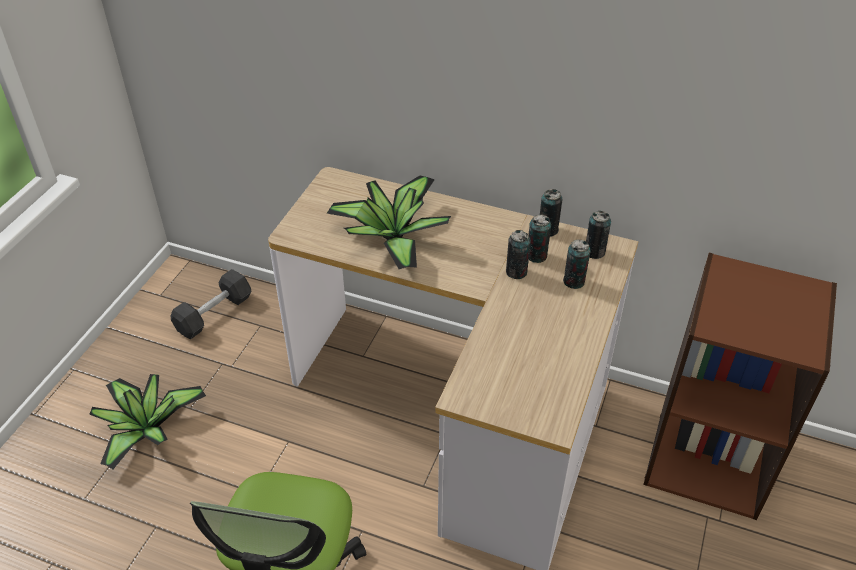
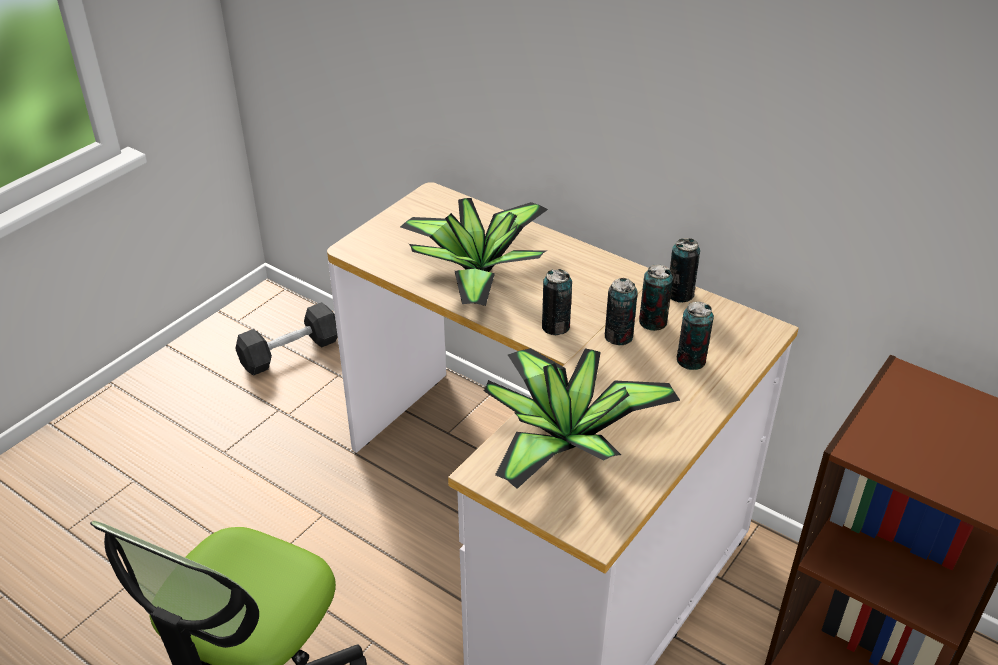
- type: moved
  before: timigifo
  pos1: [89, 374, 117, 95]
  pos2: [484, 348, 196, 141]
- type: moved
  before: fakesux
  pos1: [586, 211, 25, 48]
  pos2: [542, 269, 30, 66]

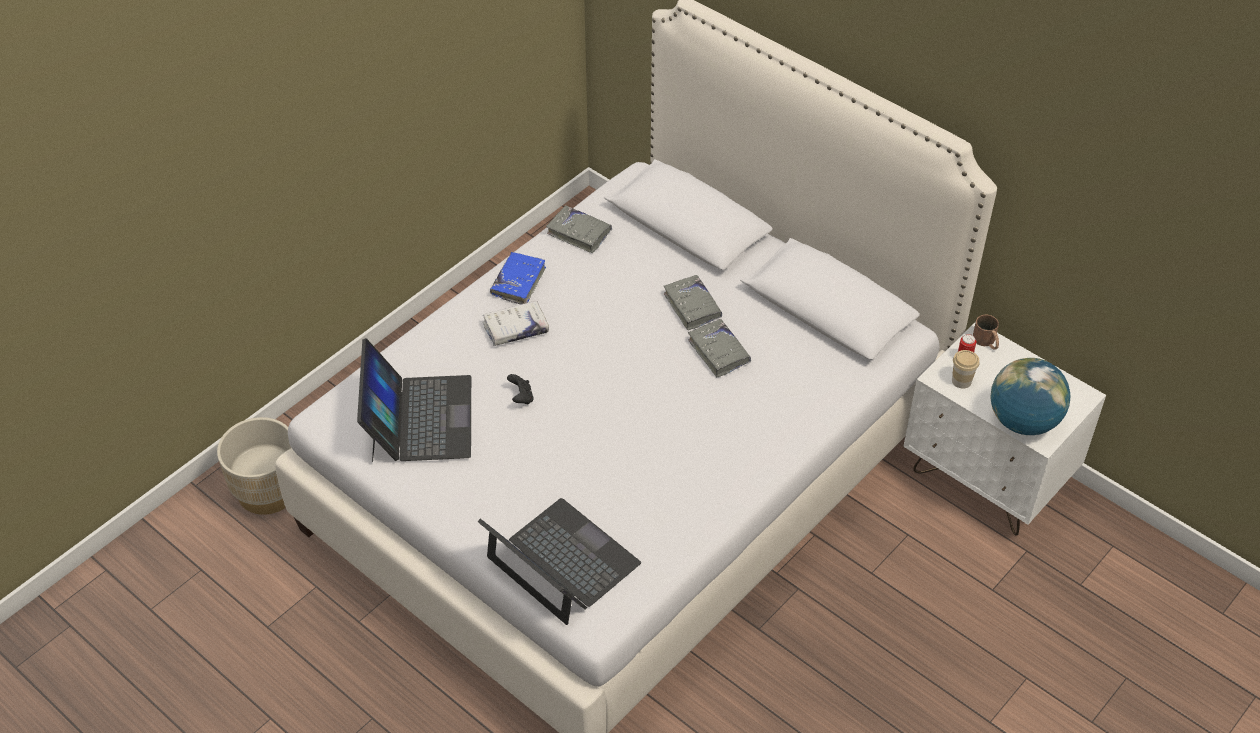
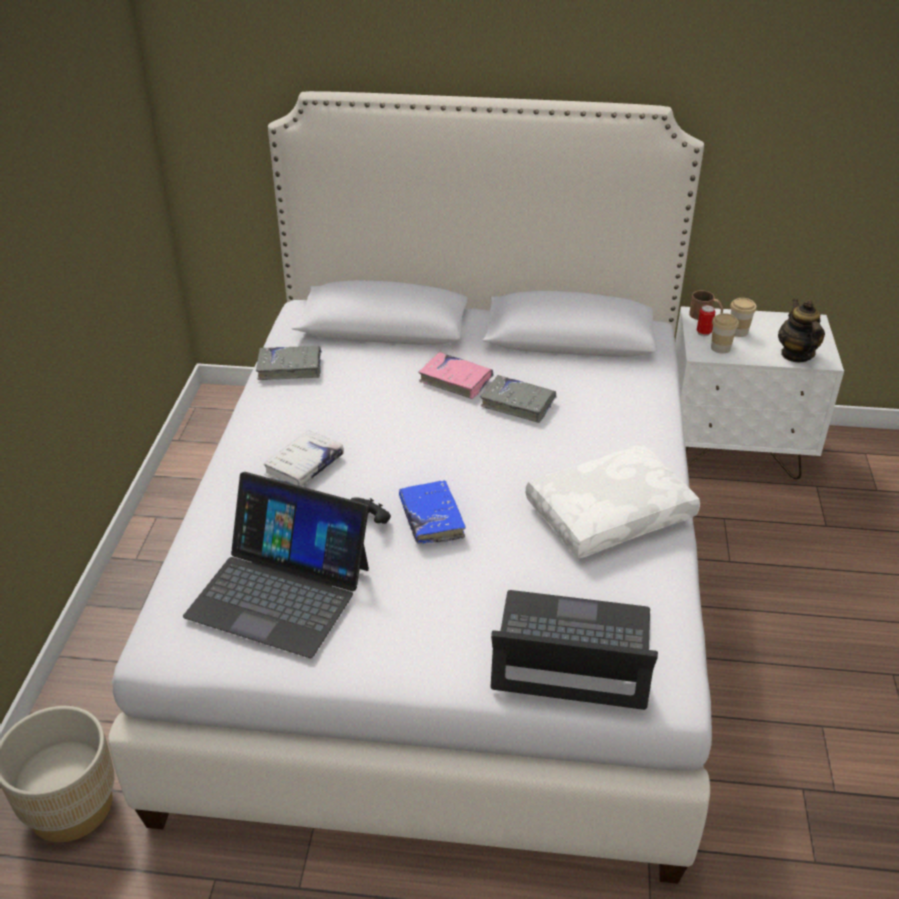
- type: turned
  before: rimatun
  pos1: [357, 338, 114, 124]
  pos2: [183, 472, 186, 186]
  turn: 150
- type: moved
  before: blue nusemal
  pos1: [490, 252, 56, 53]
  pos2: [399, 480, 66, 64]
- type: recoloured
  before: grey nusemal
  after: pink nusemal
  pos1: [664, 275, 58, 55]
  pos2: [418, 352, 75, 47]
- type: replaced
  before: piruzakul
  after: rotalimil
  pos1: [990, 358, 80, 77]
  pos2: [778, 299, 47, 63]
- type: added
  after: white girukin
  pos2: [526, 444, 174, 114]
- type: added
  after: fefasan
  pos2: [730, 298, 26, 39]

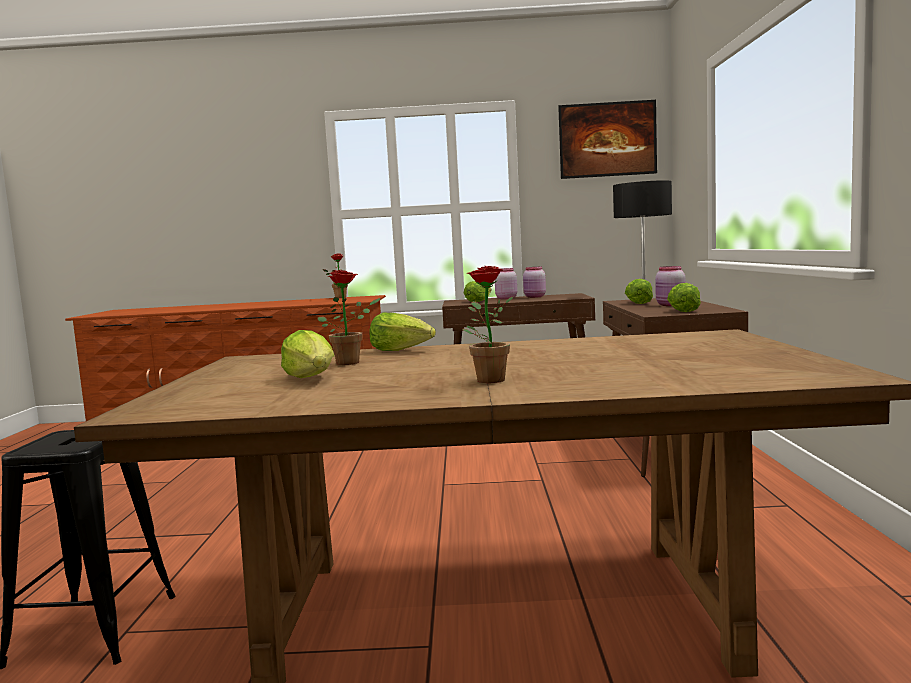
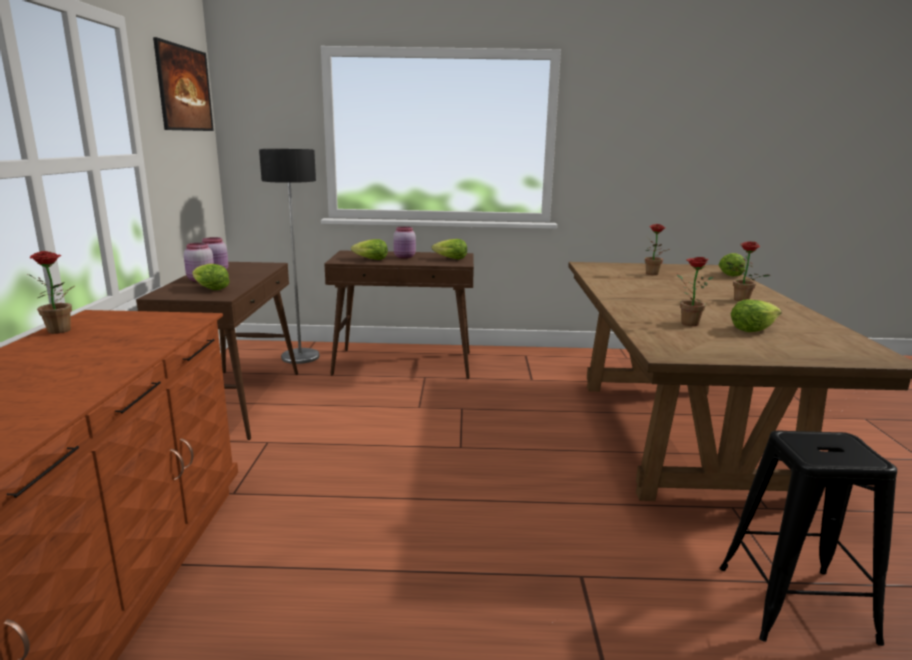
- type: moved
  before: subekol
  pos1: [370, 313, 66, 38]
  pos2: [718, 253, 28, 23]
- type: added
  after: timigifo
  pos2: [645, 224, 25, 51]

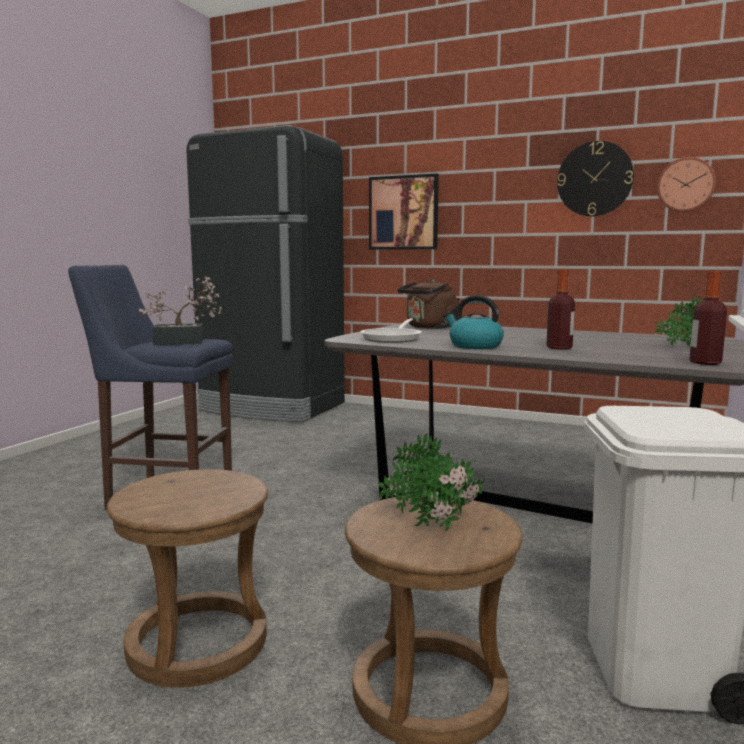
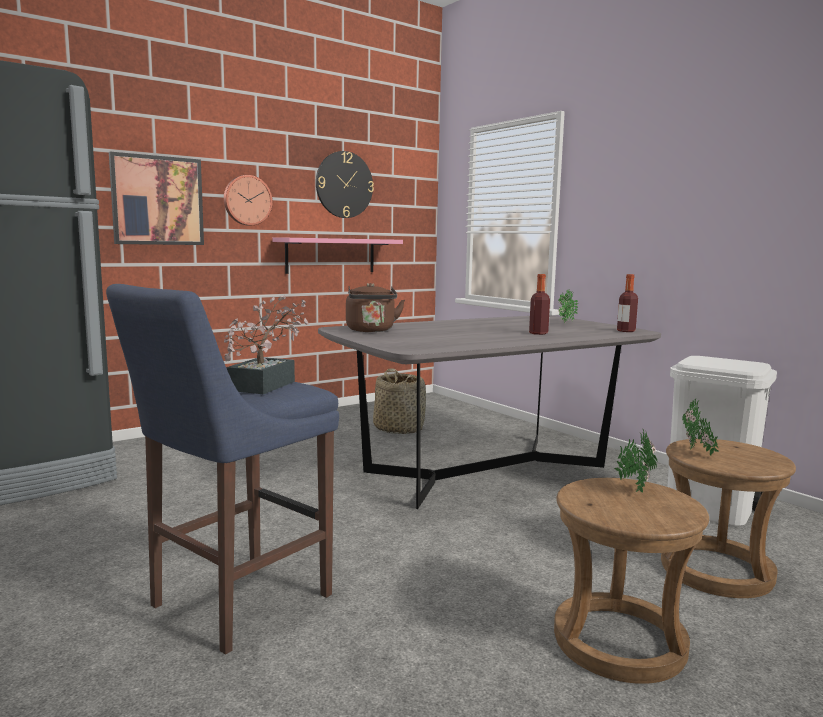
- type: removed
  before: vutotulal
  pos1: [360, 318, 62, 25]
- type: moved
  before: timigifo
  pos1: [409, 451, 76, 80]
  pos2: [614, 429, 43, 64]
- type: removed
  before: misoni
  pos1: [444, 295, 60, 54]
- type: moved
  before: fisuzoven
  pos1: [657, 157, 59, 55]
  pos2: [224, 175, 49, 51]
- type: added
  after: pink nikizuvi
  pos2: [272, 237, 131, 37]
- type: added
  after: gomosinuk
  pos2: [373, 368, 53, 66]

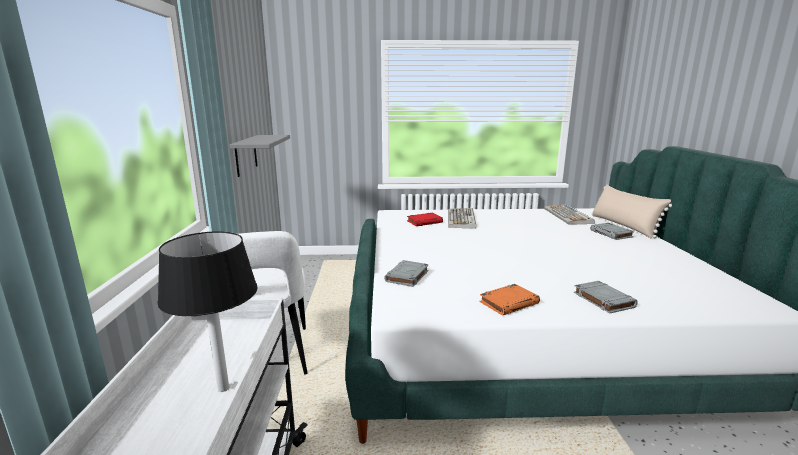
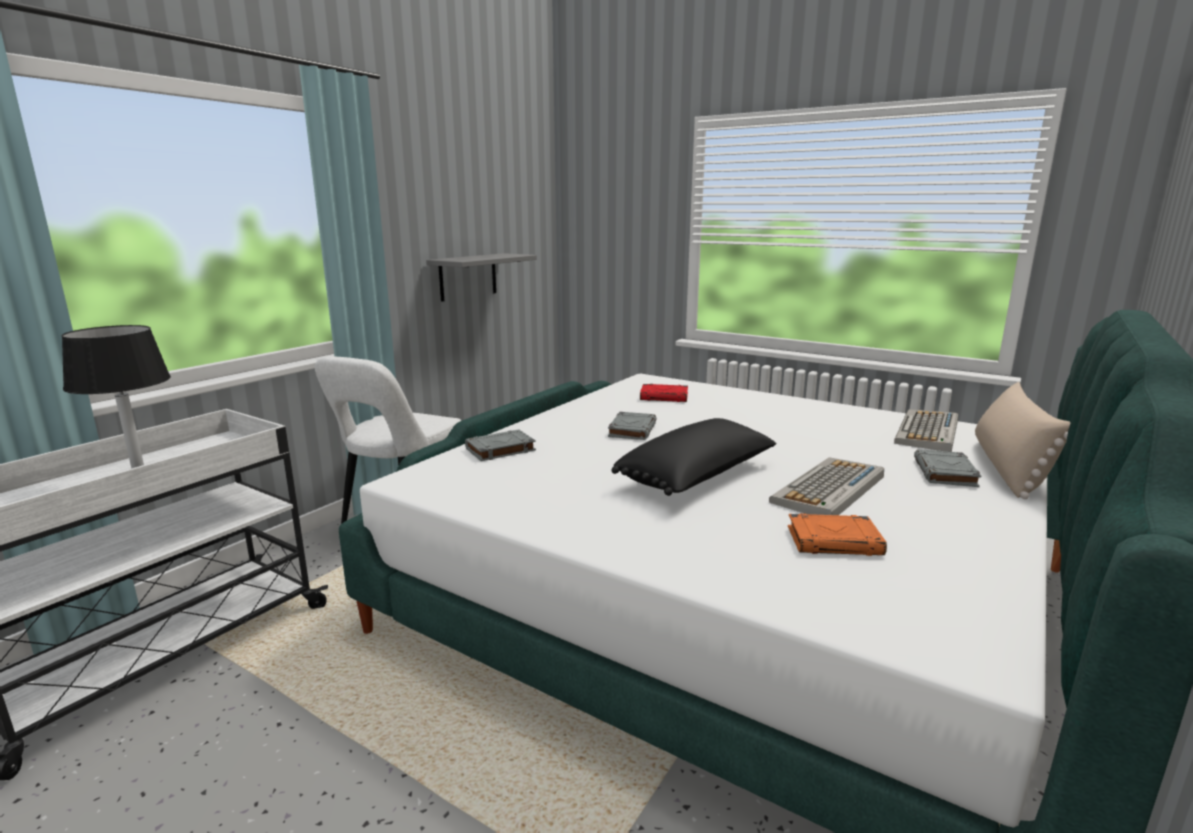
- type: moved
  before: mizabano
  pos1: [448, 208, 28, 21]
  pos2: [769, 457, 115, 58]
- type: moved
  before: orange nusemal
  pos1: [480, 284, 60, 32]
  pos2: [788, 513, 99, 43]
- type: moved
  before: grey nusemal
  pos1: [574, 281, 64, 32]
  pos2: [608, 412, 48, 28]
- type: added
  after: black girukin
  pos2: [611, 418, 166, 78]

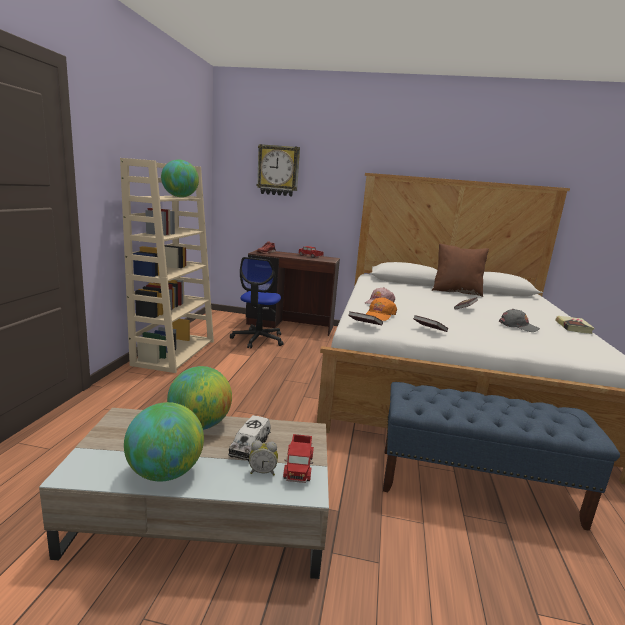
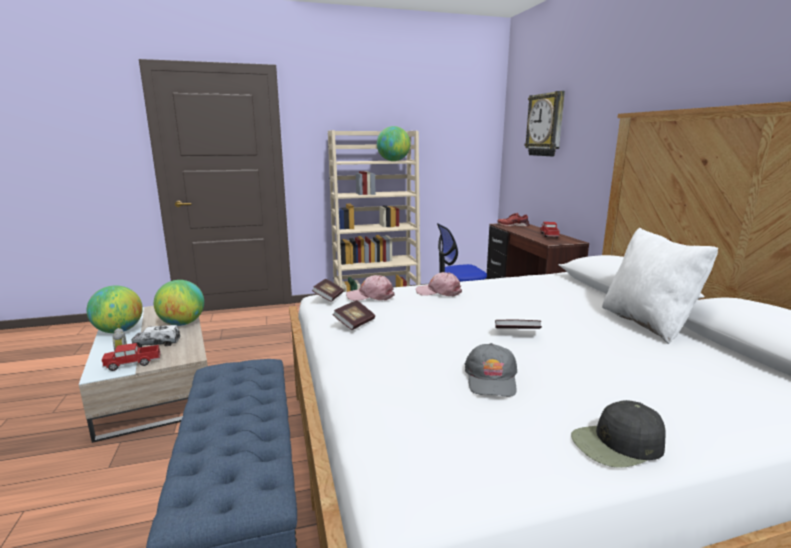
- type: recoloured
  before: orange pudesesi
  after: pink pudesesi
  pos1: [366, 297, 31, 24]
  pos2: [346, 275, 49, 26]
- type: recoloured
  before: brown girukin
  after: white girukin
  pos1: [432, 243, 57, 54]
  pos2: [602, 228, 116, 116]
- type: replaced
  before: nusemal
  after: black pudesesi
  pos1: [555, 316, 40, 18]
  pos2: [571, 400, 95, 68]

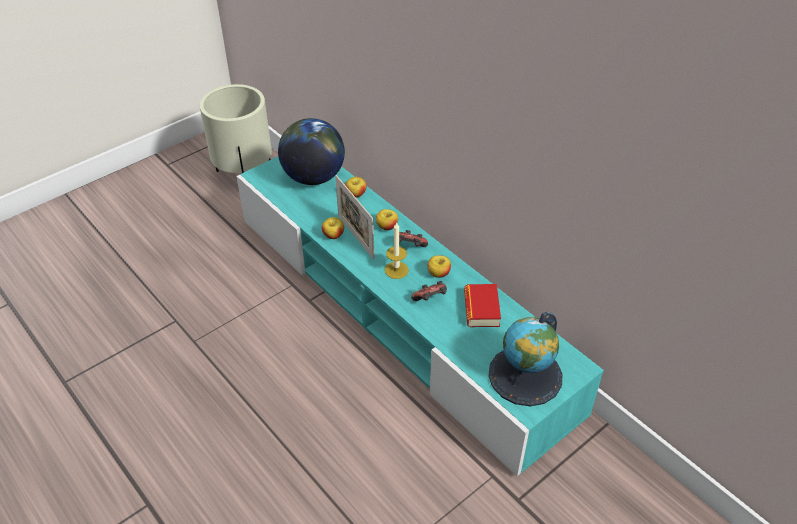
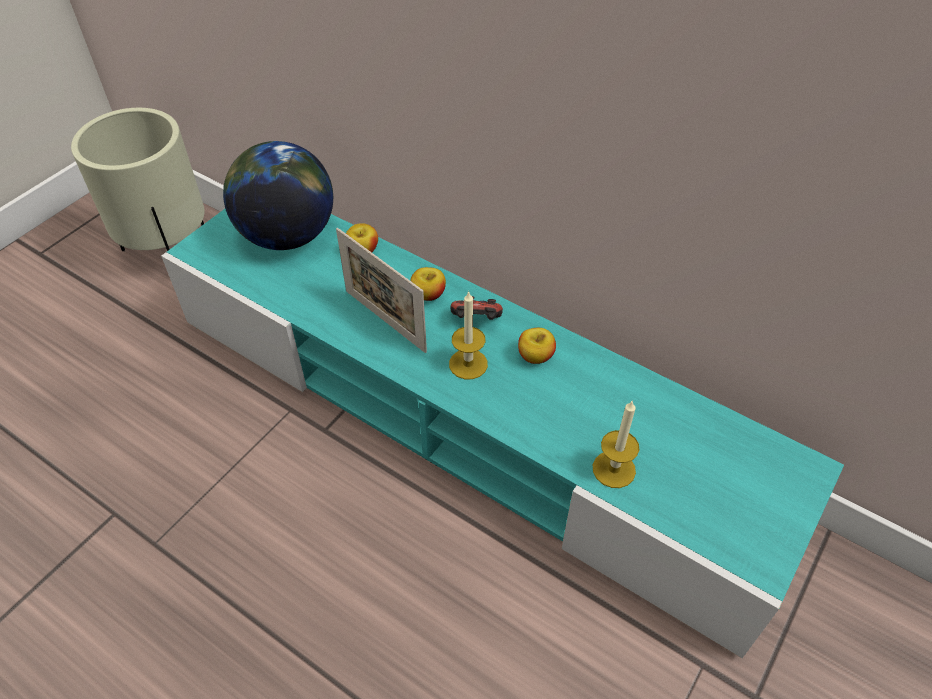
- type: removed
  before: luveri
  pos1: [322, 217, 22, 22]
- type: removed
  before: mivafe
  pos1: [411, 281, 36, 20]
- type: removed
  before: nusemal
  pos1: [464, 284, 37, 43]
- type: removed
  before: piruzakul
  pos1: [488, 312, 75, 94]
- type: added
  after: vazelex
  pos2: [593, 400, 46, 88]

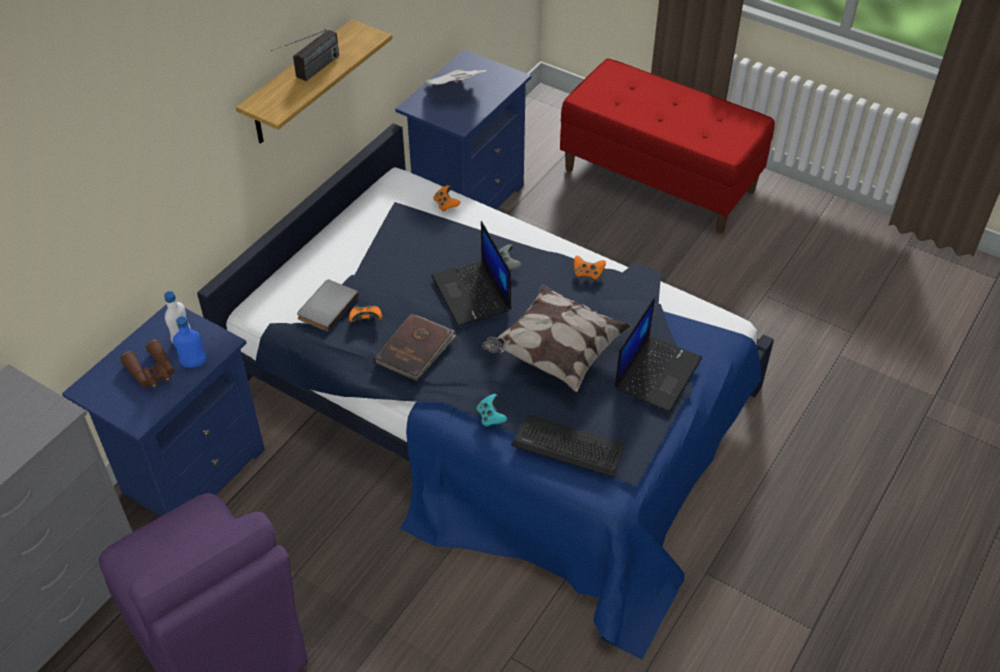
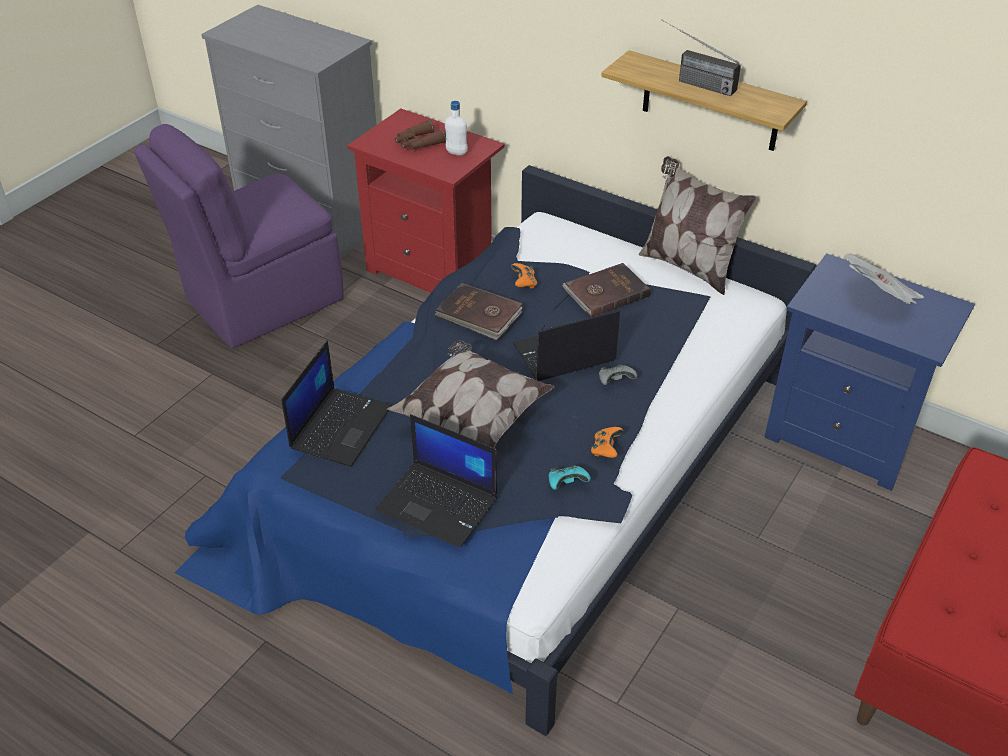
- type: recoloured
  before: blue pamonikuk
  after: red pamonikuk
  pos1: [62, 304, 203, 213]
  pos2: [347, 109, 157, 184]
- type: removed
  before: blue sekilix
  pos1: [173, 316, 33, 52]
- type: removed
  before: grey nusemal
  pos1: [297, 280, 62, 52]
- type: removed
  before: orange mivafe
  pos1: [433, 185, 28, 27]
- type: moved
  before: turquoise mivafe
  pos1: [476, 394, 31, 33]
  pos2: [549, 466, 42, 24]
- type: replaced
  before: mizabano
  after: rimatun
  pos1: [511, 414, 114, 63]
  pos2: [281, 340, 111, 127]
- type: added
  after: brown nusemal
  pos2: [562, 263, 89, 54]
- type: added
  after: girukin
  pos2: [639, 156, 117, 139]

